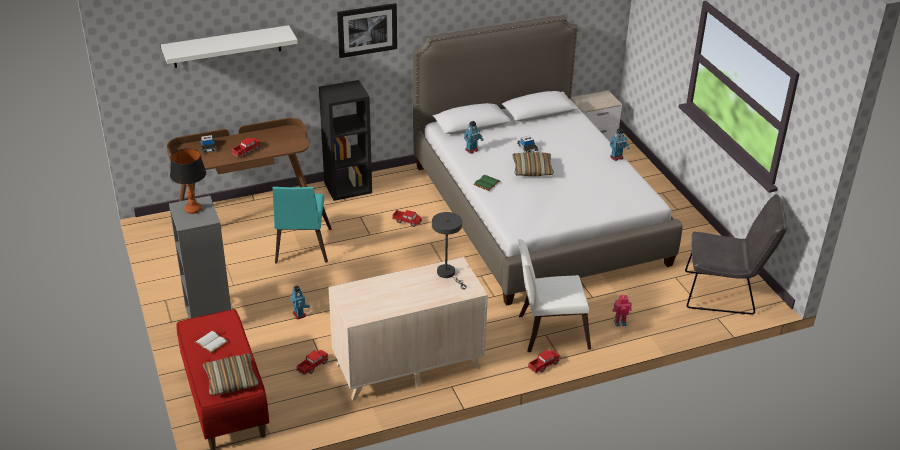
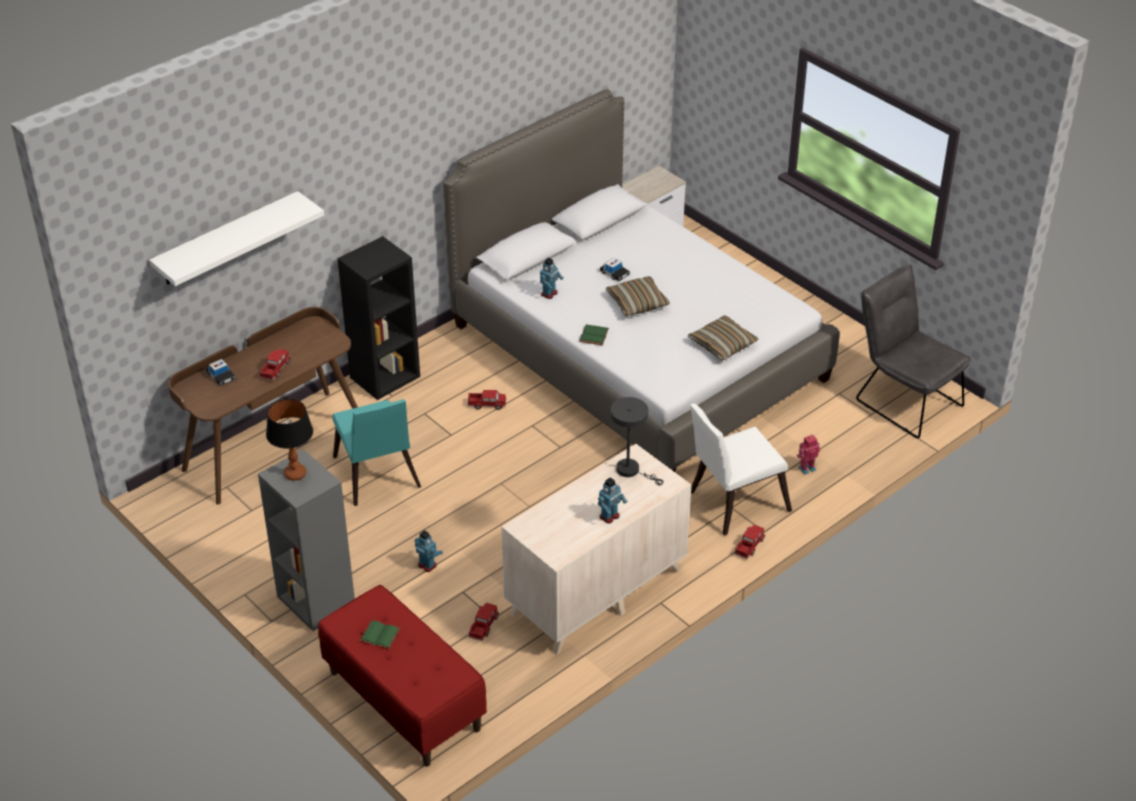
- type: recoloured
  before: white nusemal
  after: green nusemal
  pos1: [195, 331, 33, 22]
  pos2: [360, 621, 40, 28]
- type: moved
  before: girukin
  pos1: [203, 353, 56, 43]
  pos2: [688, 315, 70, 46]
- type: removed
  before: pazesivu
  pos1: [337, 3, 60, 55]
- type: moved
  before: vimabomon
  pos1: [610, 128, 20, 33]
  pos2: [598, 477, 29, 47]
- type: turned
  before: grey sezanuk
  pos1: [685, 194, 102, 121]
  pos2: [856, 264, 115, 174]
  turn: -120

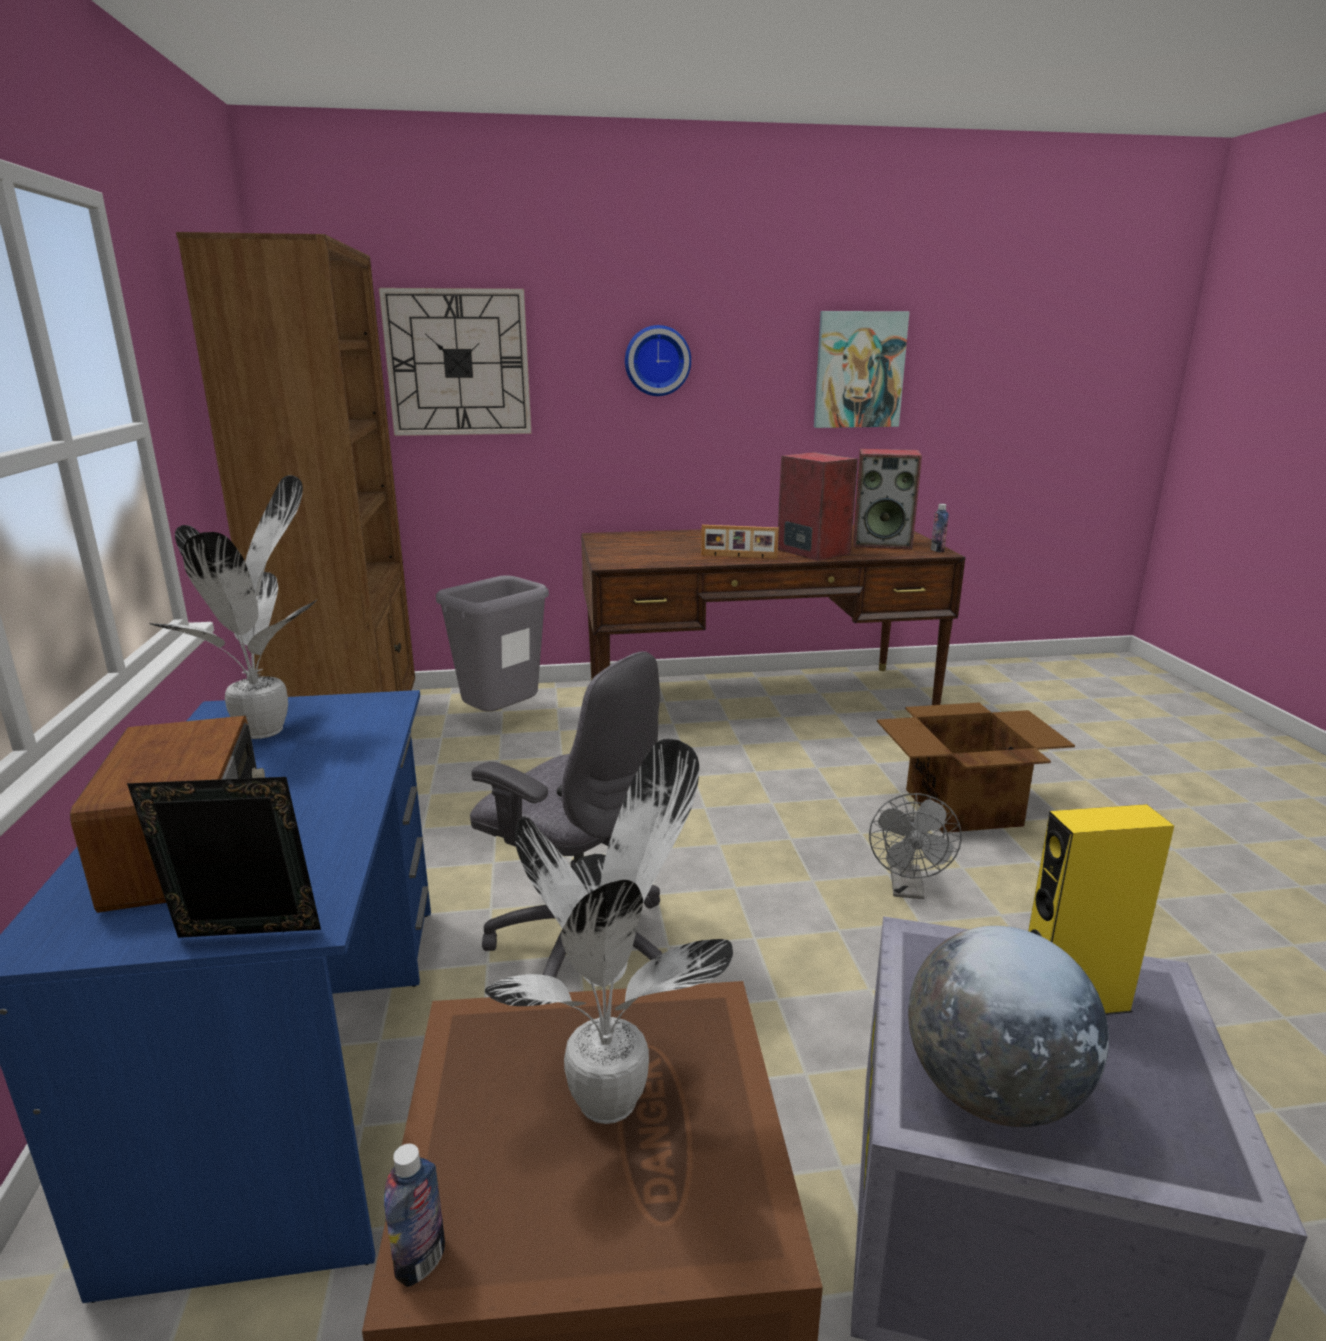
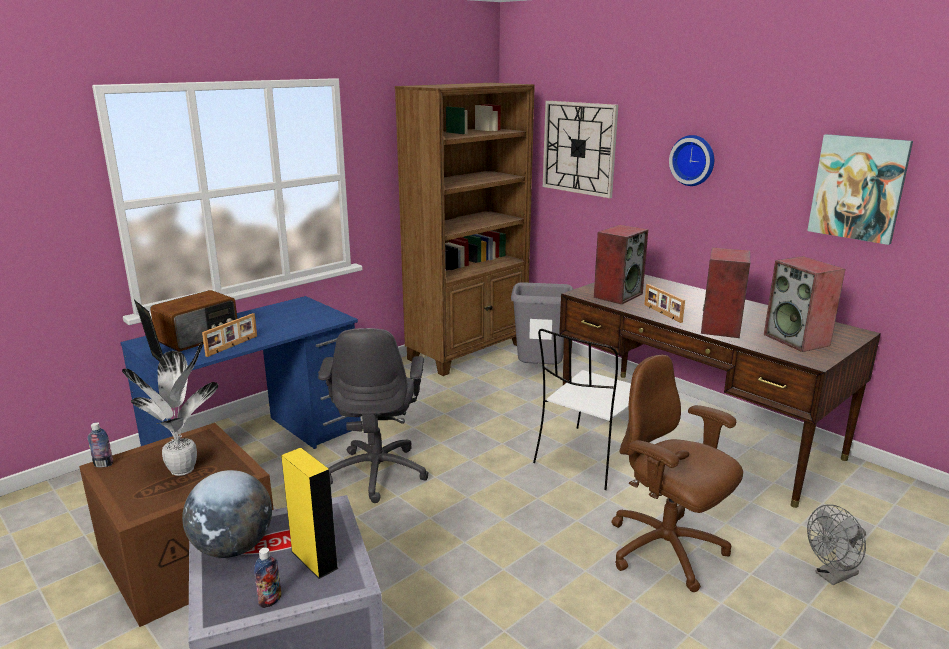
- type: removed
  before: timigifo
  pos1: [149, 475, 168, 264]
- type: moved
  before: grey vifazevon
  pos1: [869, 793, 93, 106]
  pos2: [807, 504, 59, 81]
- type: replaced
  before: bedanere
  after: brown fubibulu
  pos1: [877, 703, 198, 130]
  pos2: [611, 355, 132, 237]
- type: moved
  before: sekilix
  pos1: [931, 504, 17, 48]
  pos2: [254, 548, 27, 60]
- type: added
  after: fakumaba
  pos2: [202, 313, 55, 44]
- type: added
  after: white sezanuk
  pos2: [533, 329, 98, 161]
- type: added
  after: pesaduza
  pos2: [594, 225, 54, 79]

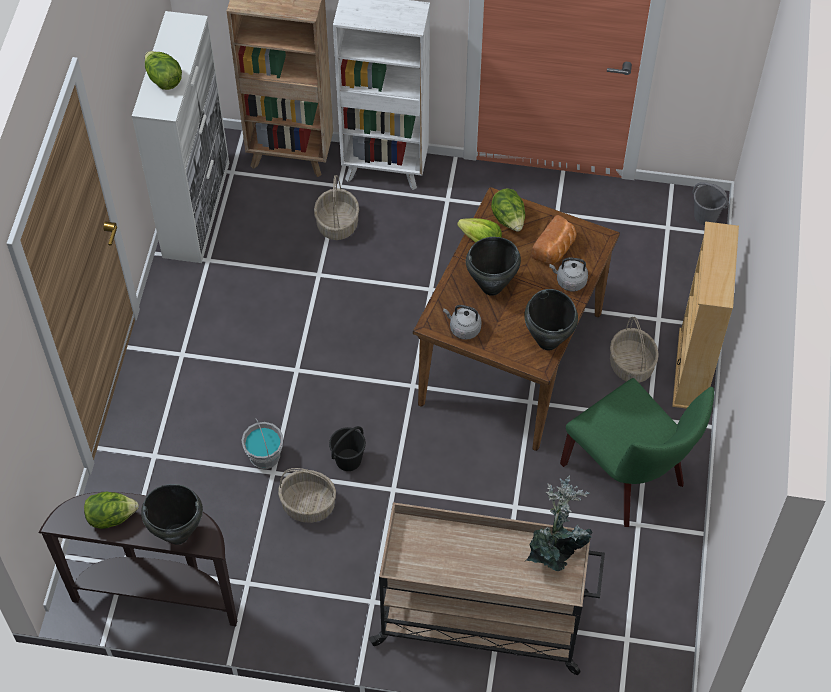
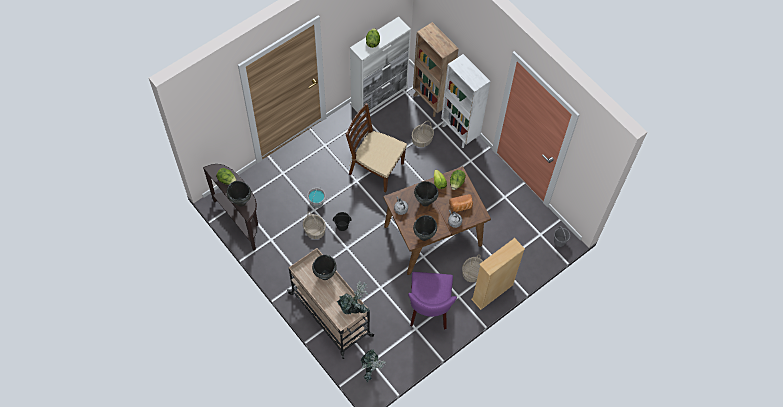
- type: recoloured
  before: green sezanuk
  after: purple sezanuk
  pos1: [560, 378, 154, 149]
  pos2: [408, 272, 49, 57]
- type: added
  after: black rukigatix
  pos2: [312, 255, 25, 25]
- type: added
  after: brown sezanuk
  pos2: [346, 103, 61, 90]
- type: added
  after: timigifo
  pos2: [361, 349, 25, 33]

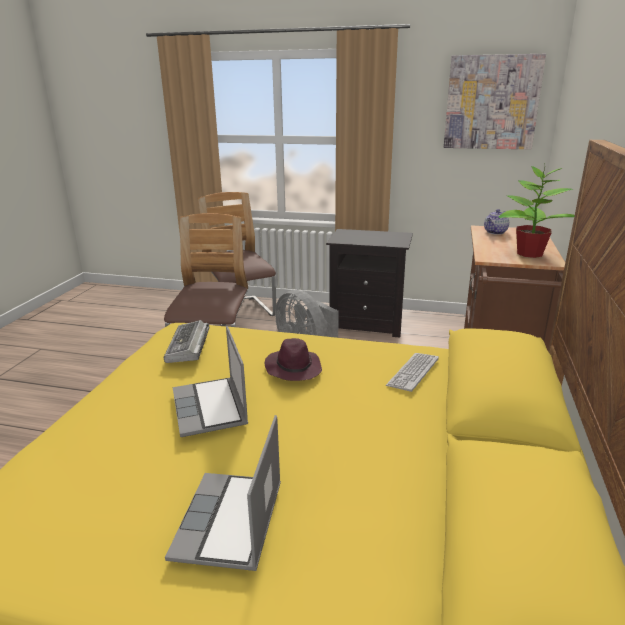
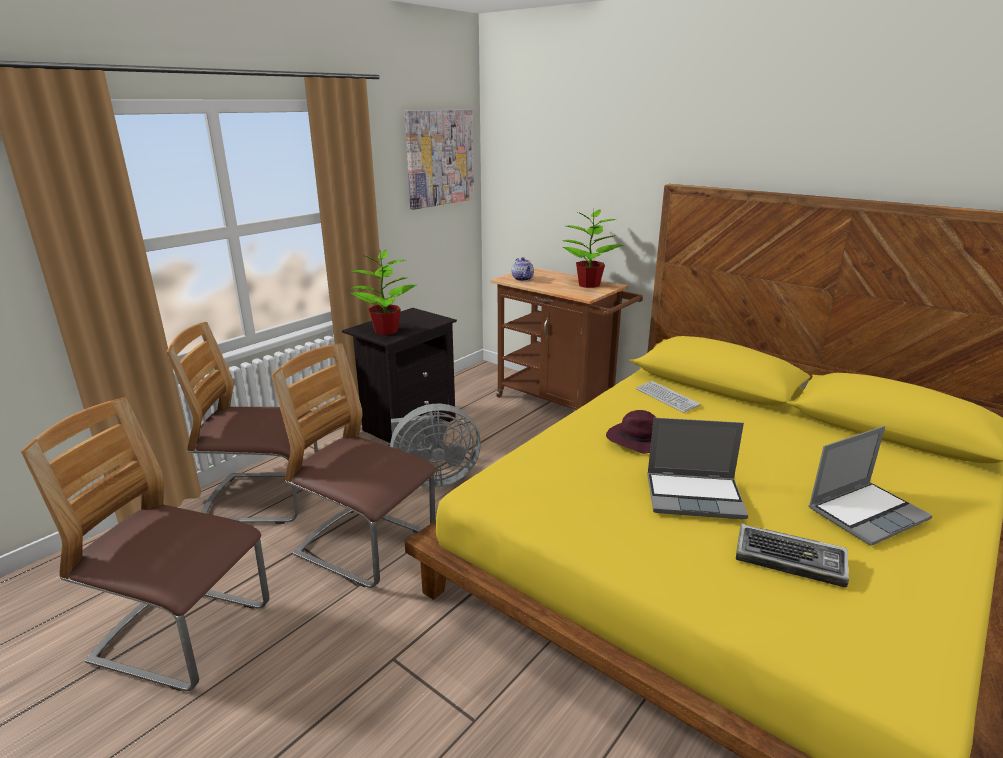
- type: moved
  before: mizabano
  pos1: [164, 320, 45, 43]
  pos2: [736, 523, 113, 65]
- type: turned
  before: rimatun
  pos1: [165, 415, 116, 156]
  pos2: [808, 426, 125, 120]
  turn: -60
- type: added
  after: sezanuk
  pos2: [21, 397, 248, 294]
- type: added
  after: timigifo
  pos2: [351, 249, 66, 86]

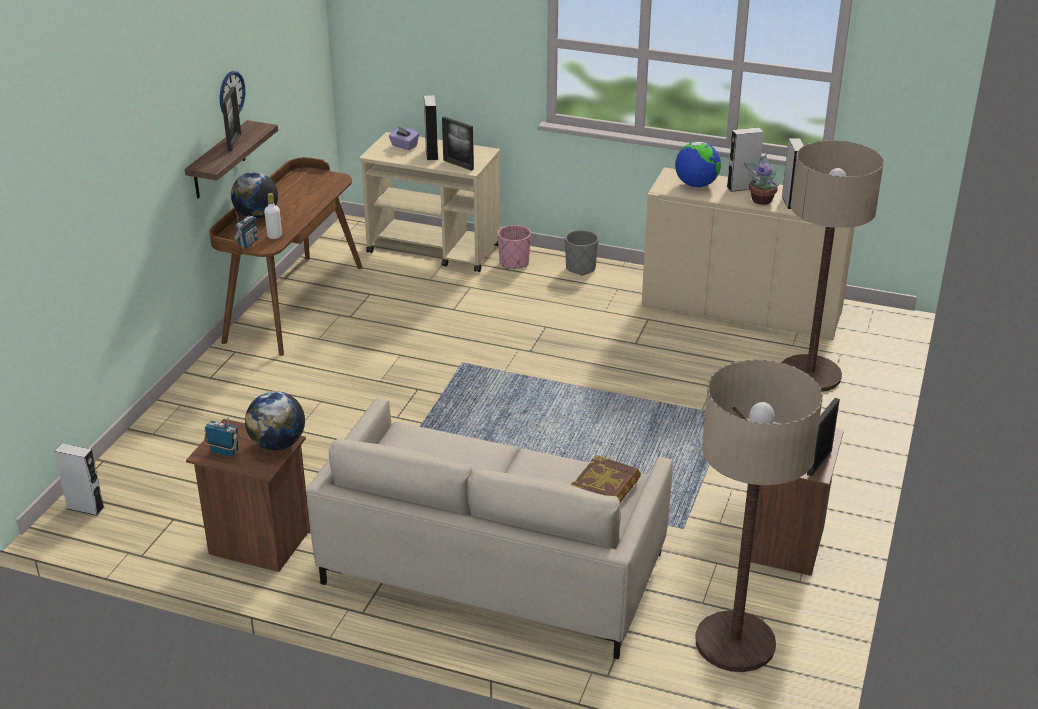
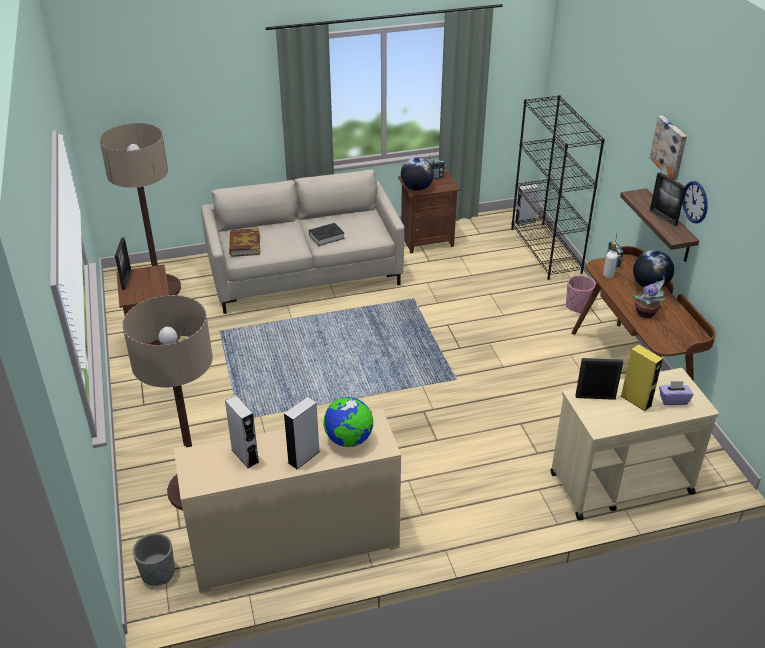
- type: recoloured
  before: grey pesaduza
  after: yellow pesaduza
  pos1: [424, 95, 14, 65]
  pos2: [621, 344, 42, 67]
- type: moved
  before: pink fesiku
  pos1: [498, 225, 33, 44]
  pos2: [566, 275, 30, 38]
- type: moved
  before: grey fesiku
  pos1: [565, 230, 34, 46]
  pos2: [133, 533, 42, 53]
- type: moved
  before: timigifo
  pos1: [744, 152, 35, 53]
  pos2: [632, 276, 34, 42]
- type: added
  after: black nusemal
  pos2: [309, 223, 36, 23]
- type: added
  after: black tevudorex
  pos2: [511, 95, 94, 185]
- type: added
  after: pazesivu
  pos2: [649, 115, 38, 65]

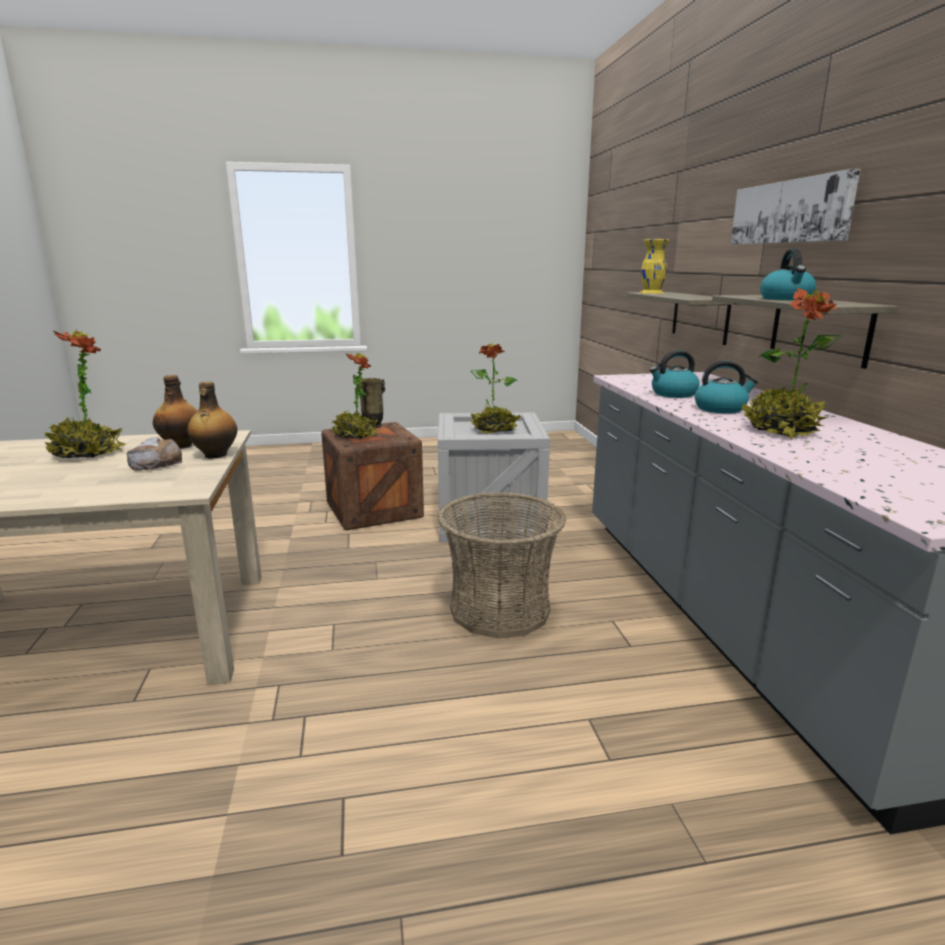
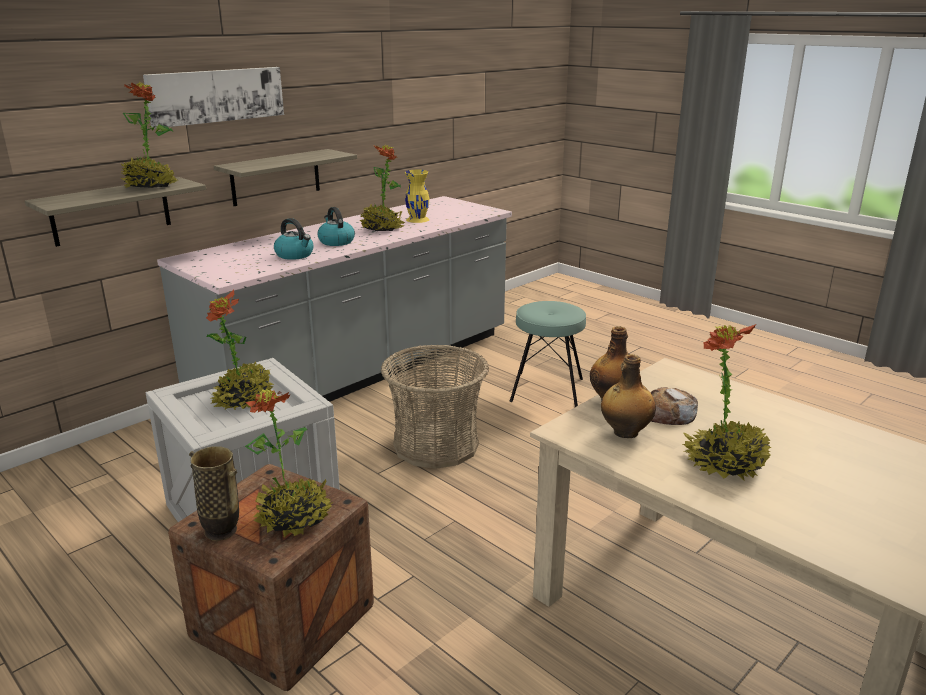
- type: moved
  before: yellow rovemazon
  pos1: [640, 239, 30, 55]
  pos2: [405, 170, 25, 53]
- type: removed
  before: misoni
  pos1: [760, 248, 56, 52]
- type: added
  after: timigifo
  pos2: [120, 82, 58, 106]
- type: added
  after: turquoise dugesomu
  pos2: [510, 301, 76, 106]

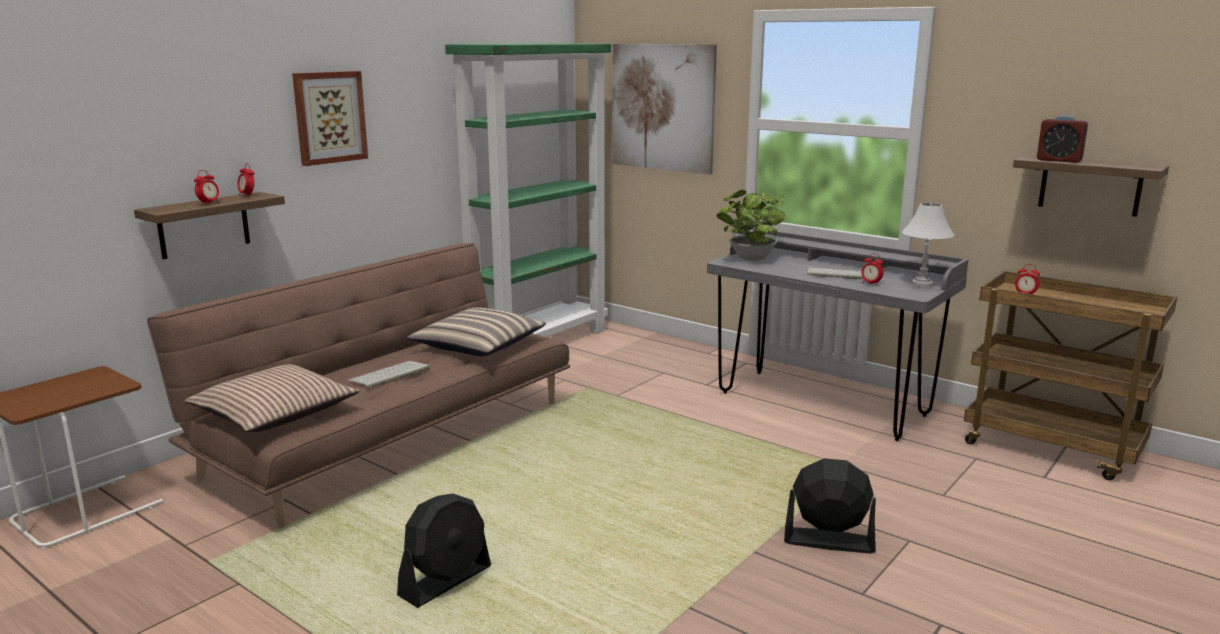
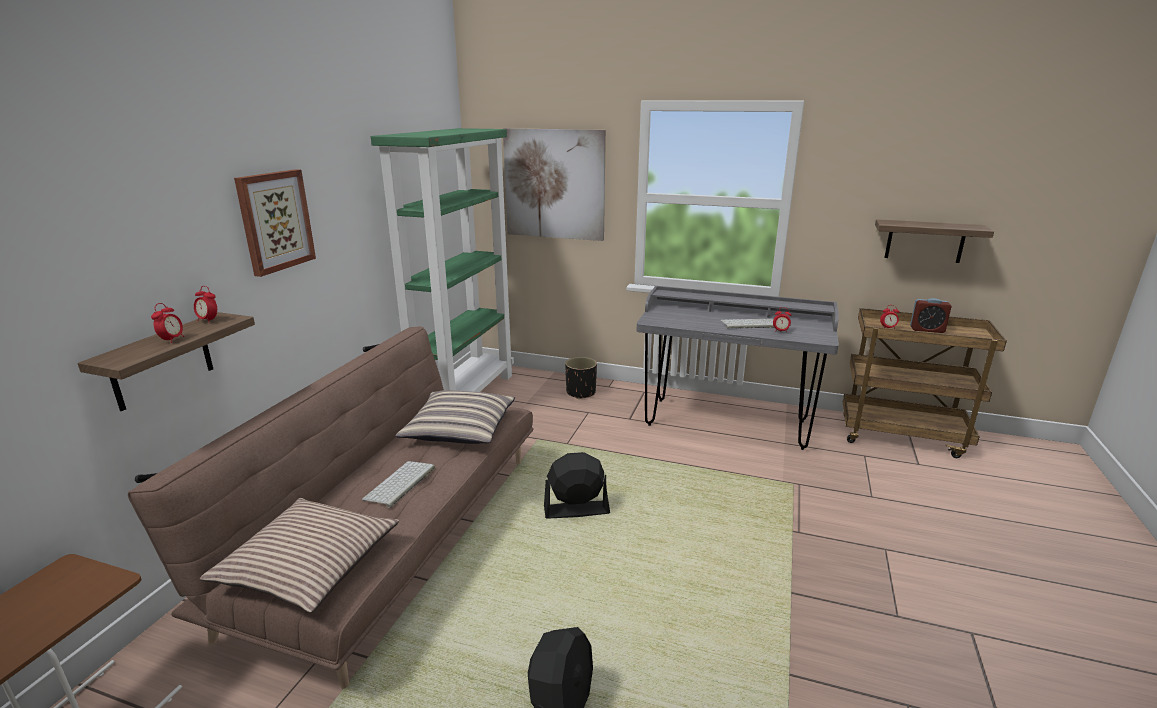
- type: removed
  before: timigifo
  pos1: [716, 190, 69, 71]
- type: moved
  before: black vifazevon
  pos1: [784, 458, 92, 96]
  pos2: [544, 452, 66, 67]
- type: removed
  before: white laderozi
  pos1: [902, 203, 52, 84]
- type: moved
  before: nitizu
  pos1: [1037, 115, 51, 48]
  pos2: [910, 298, 42, 35]
- type: added
  after: black fesiku
  pos2: [565, 357, 32, 42]

